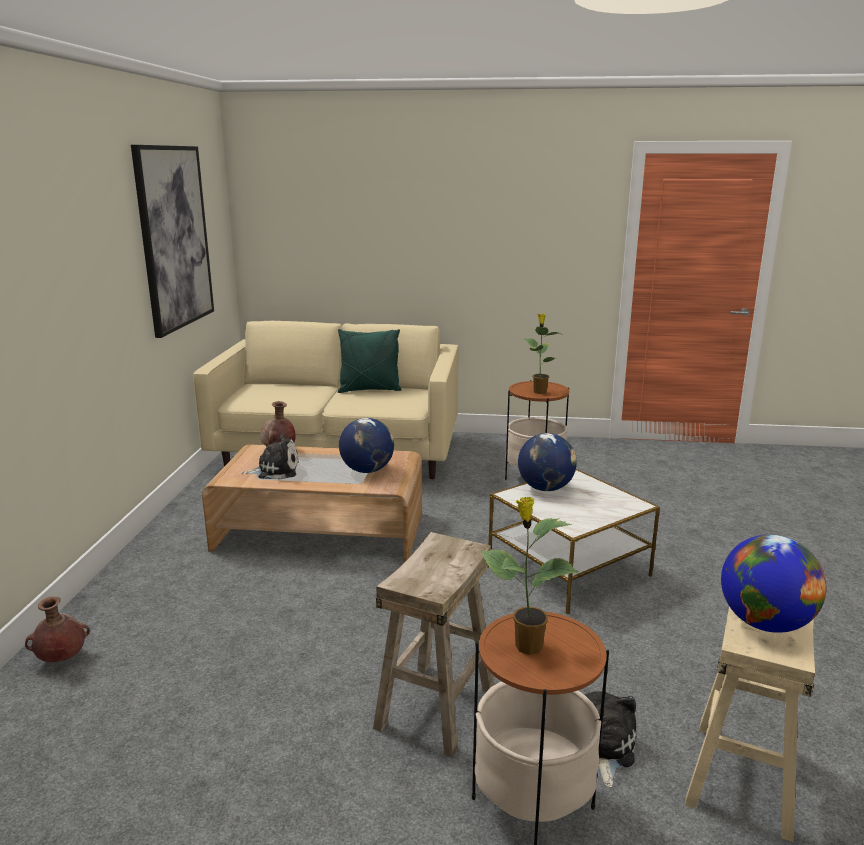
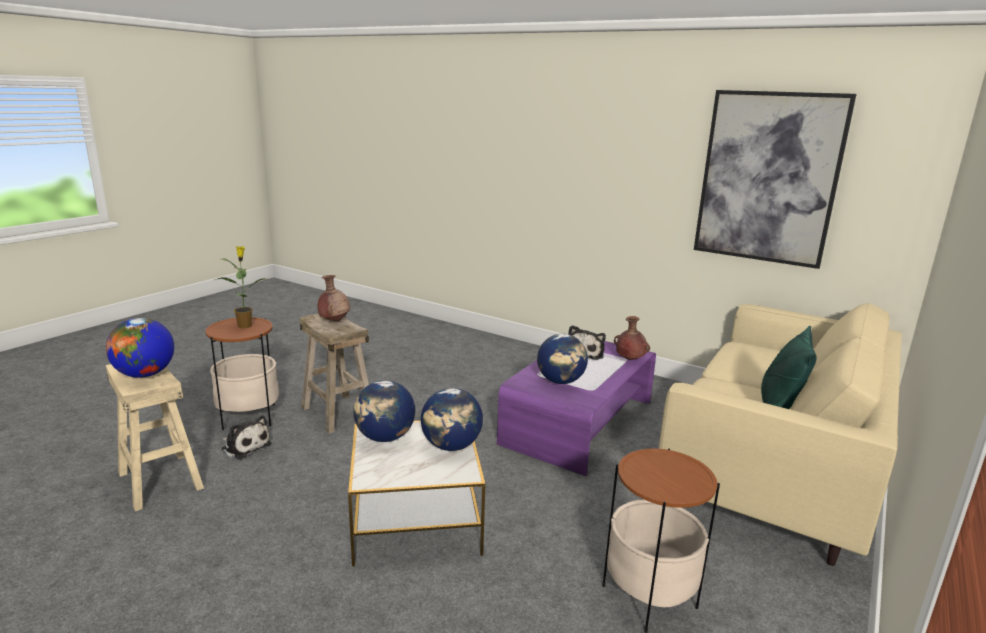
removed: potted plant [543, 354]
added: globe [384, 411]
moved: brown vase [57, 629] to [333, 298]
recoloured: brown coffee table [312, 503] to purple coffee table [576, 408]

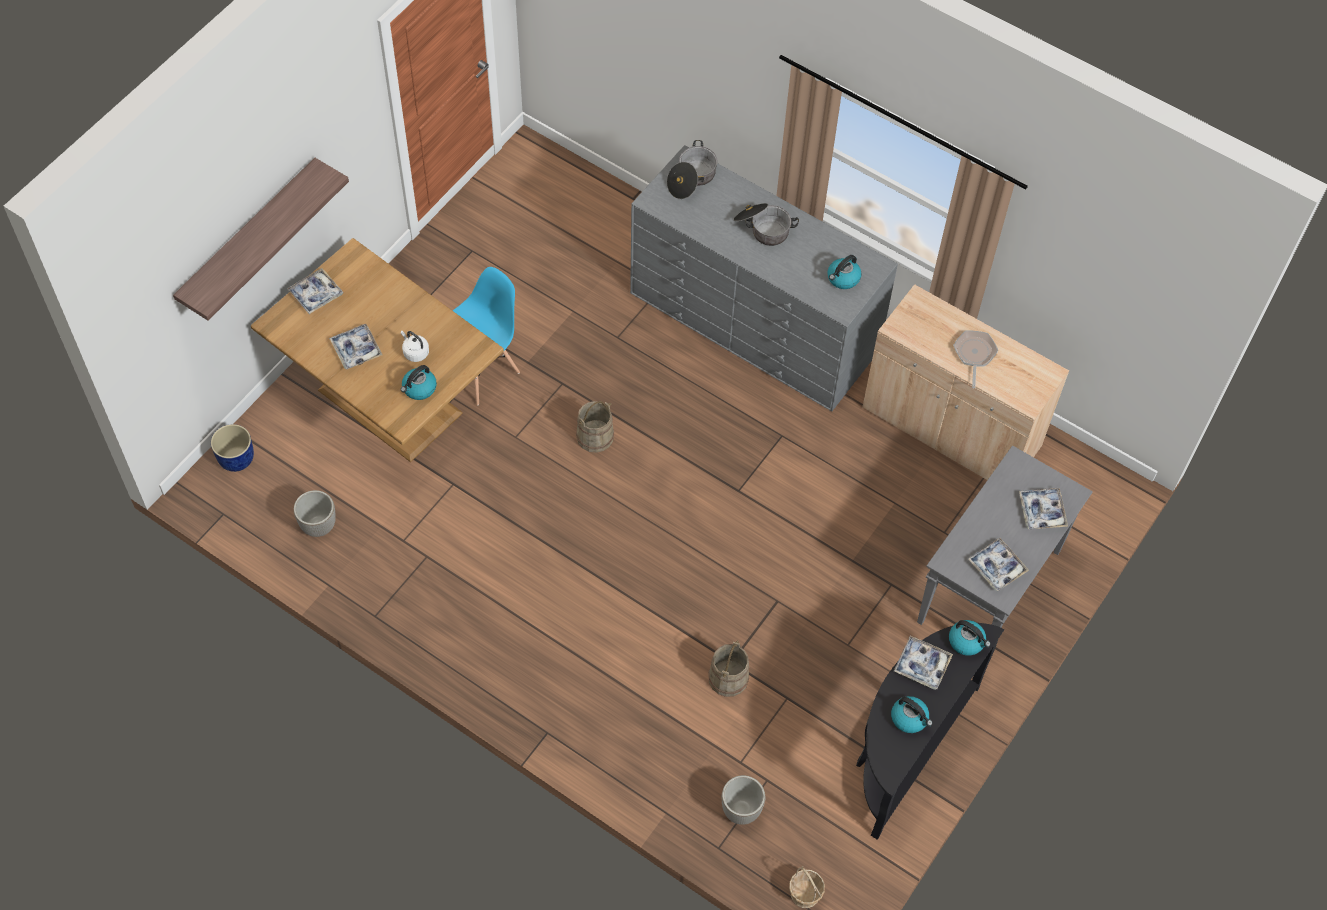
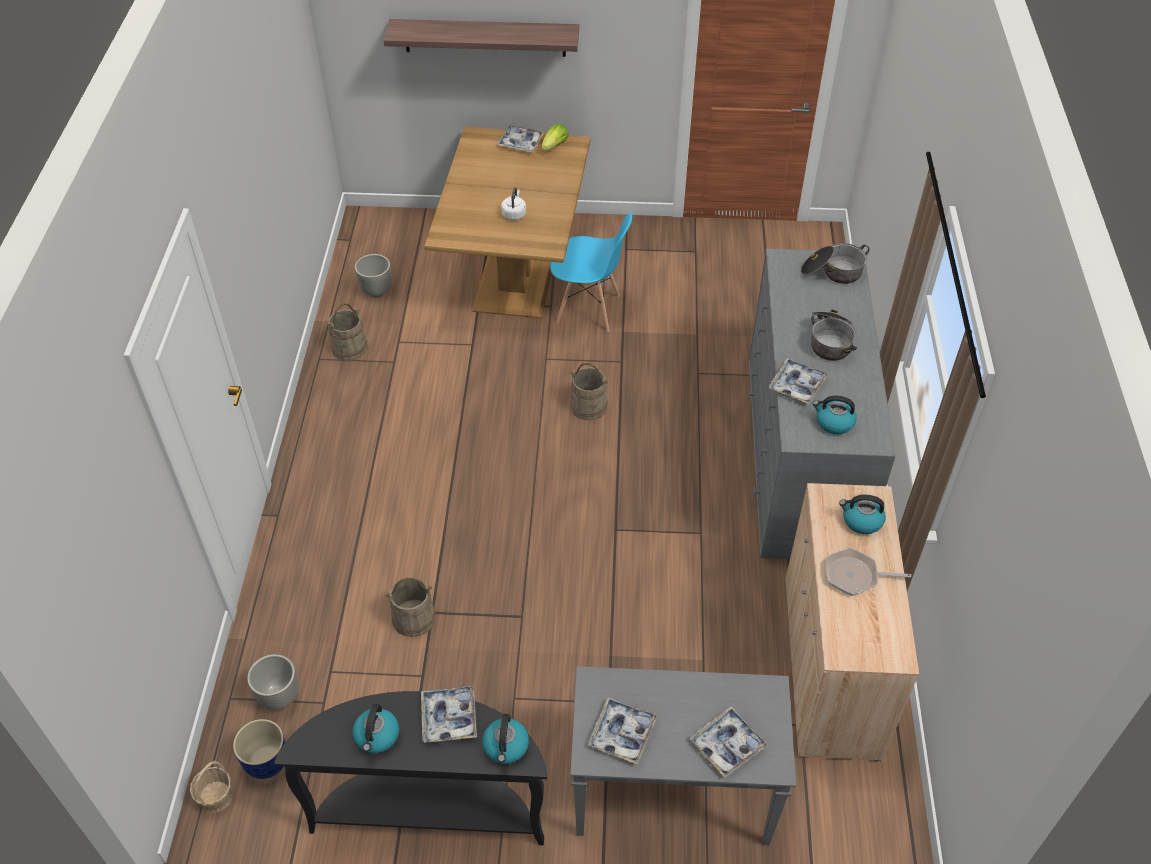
added: lettuce [555, 138]; beige bucket [348, 332]
moved: tray [356, 346] to [798, 381]; kettle [419, 382] to [862, 514]; blue planter [232, 448] to [259, 749]
turned: frying pan [975, 359] = [868, 572] 150 degrees counterclockwise

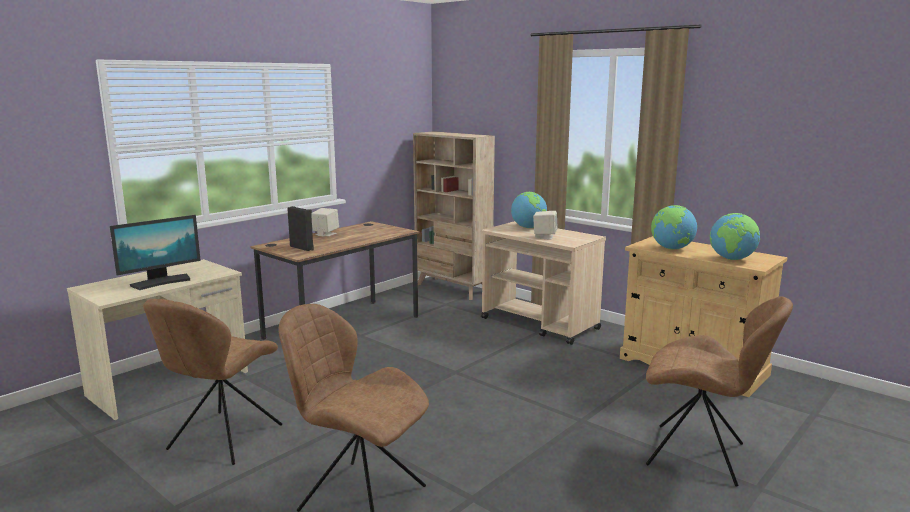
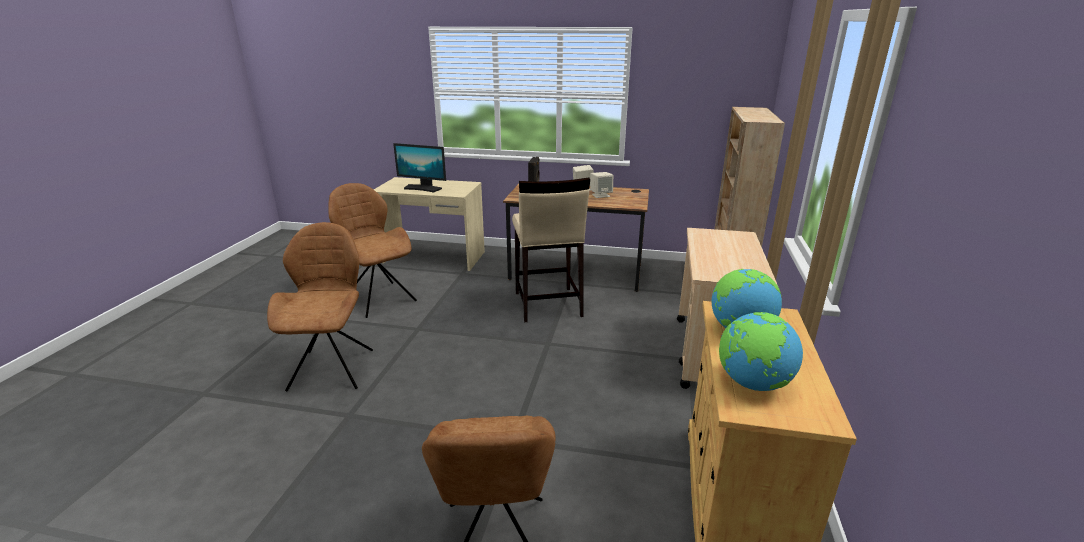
removed: globe [529, 210]
added: beige stool [551, 249]
moved: beige speaker [545, 225] to [601, 185]
turned: brown chair [212, 382] = [372, 250] 60 degrees clockwise

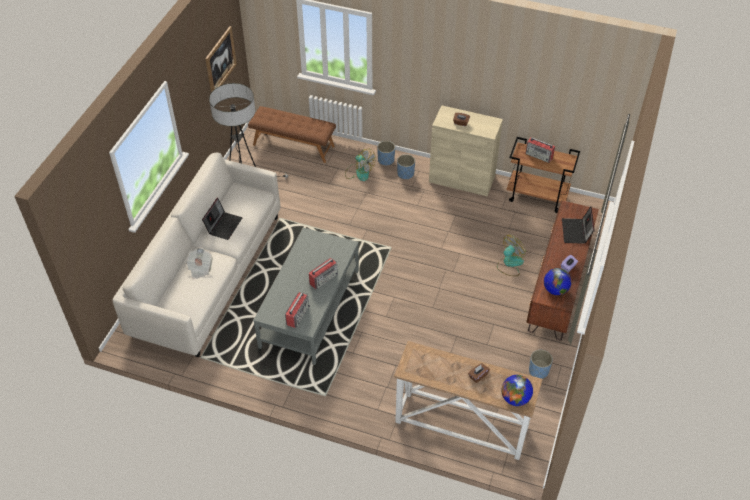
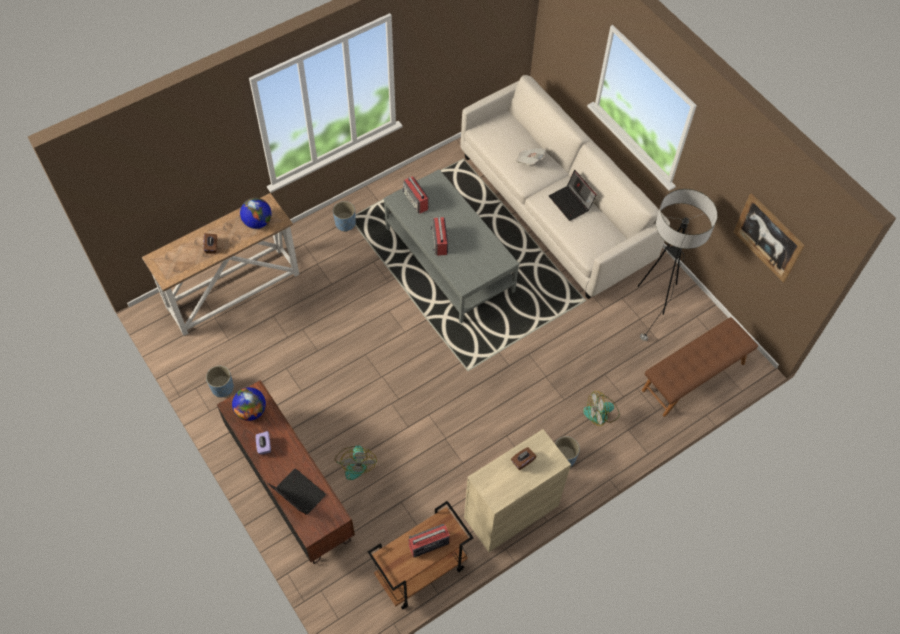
moved: blue planter [386, 153] to [344, 216]; globe [517, 390] to [256, 213]

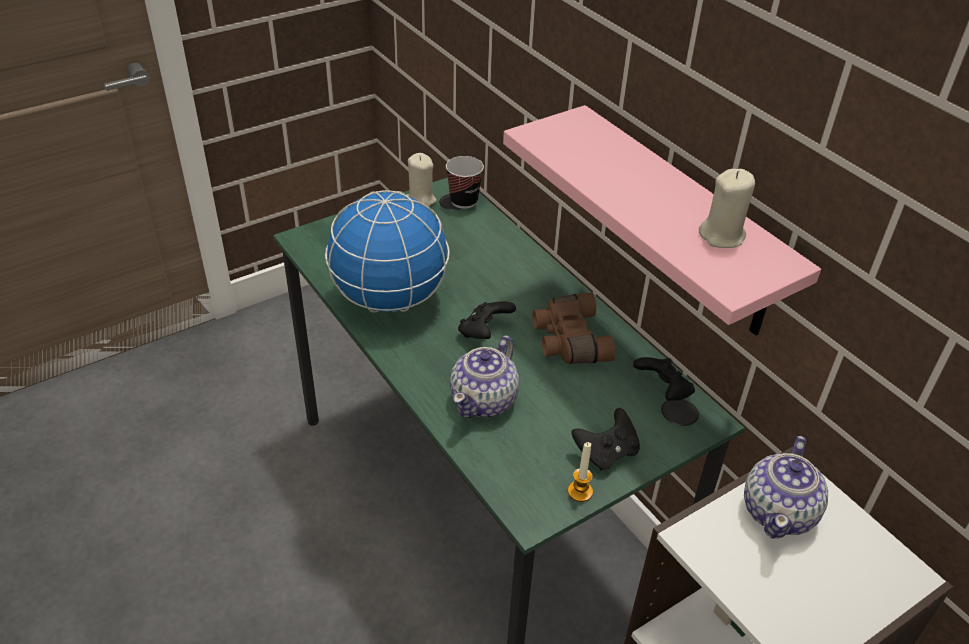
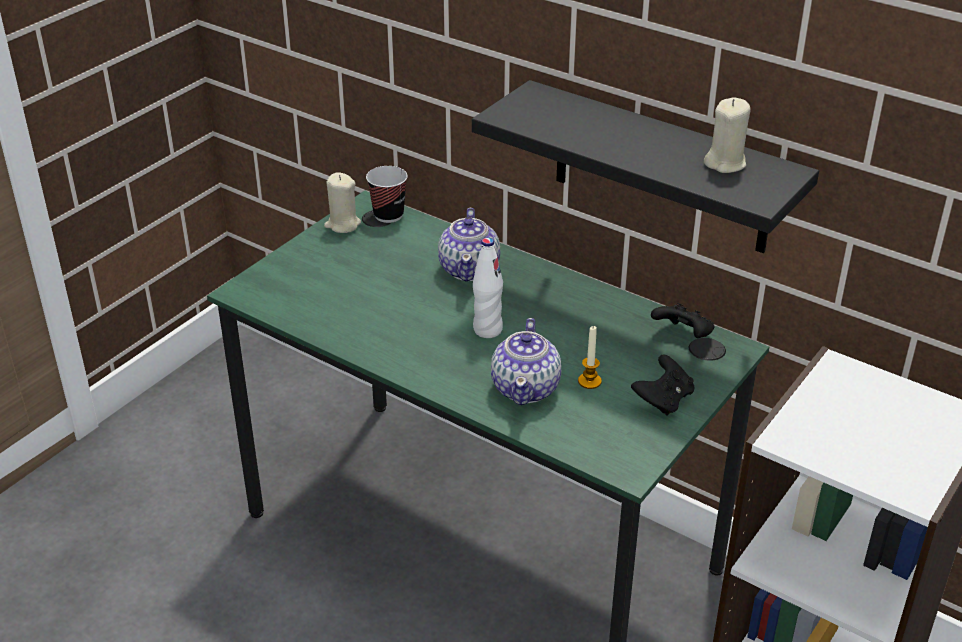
removed: globe [387, 251]; brown binoculars [574, 328]
moved: teapot [786, 487] to [469, 245]; candle [580, 472] to [590, 357]
replaced: black game controller [487, 320] to white bottle [488, 287]
recoloured: pink shelf [662, 220] to black shelf [645, 166]

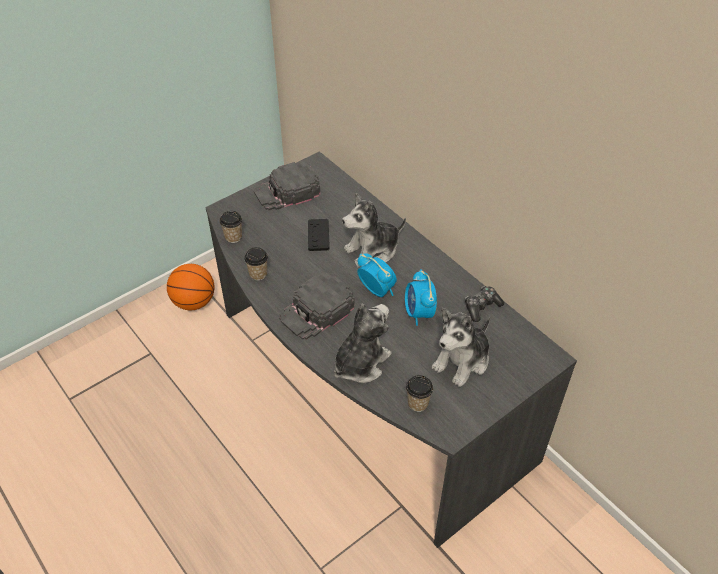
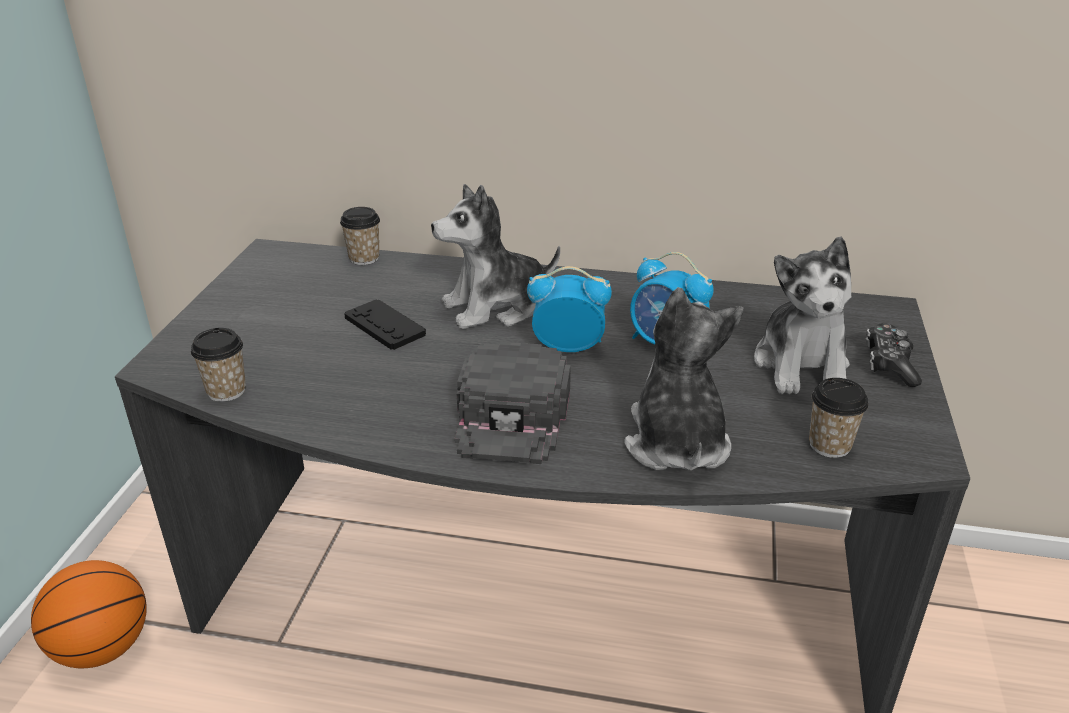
removed: black cap [287, 185]
moved: cup [256, 264] to [360, 236]; game controller [484, 304] to [894, 355]
turned: plush toy [374, 230] = [495, 256] 45 degrees clockwise

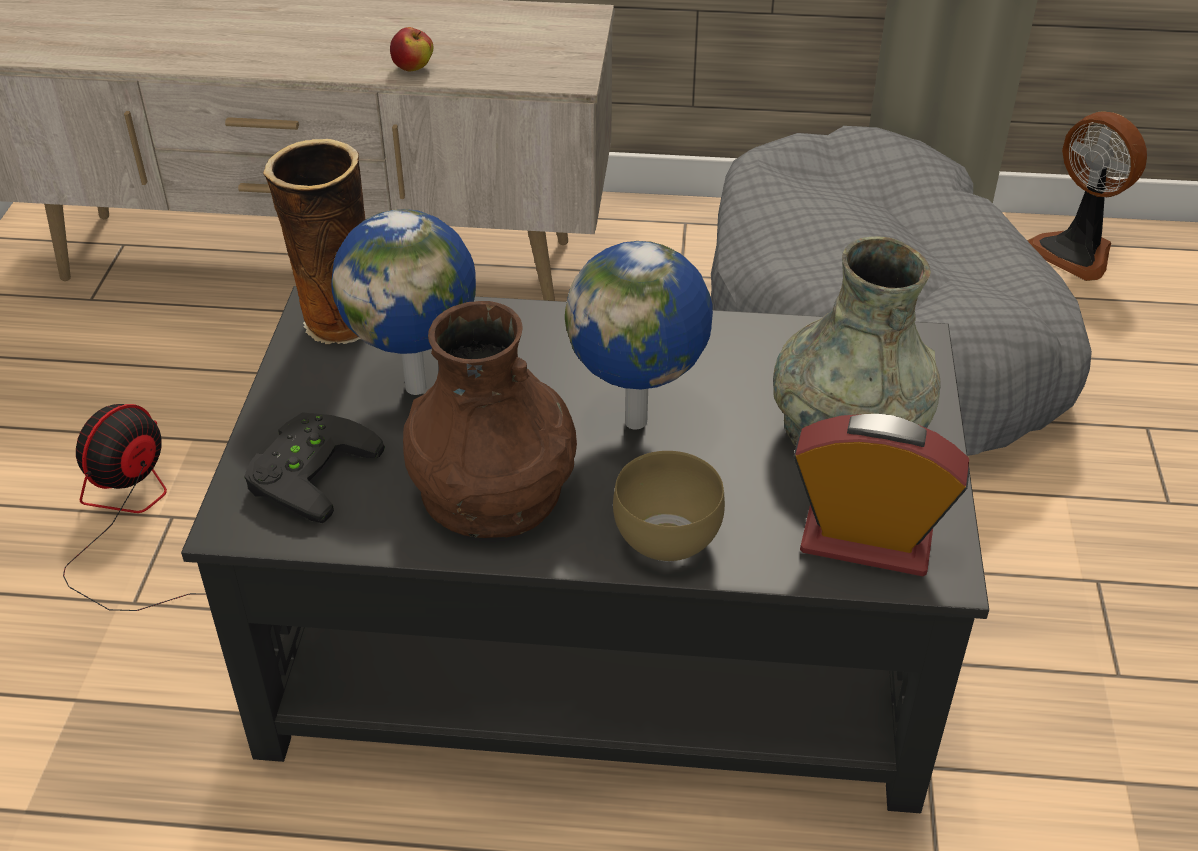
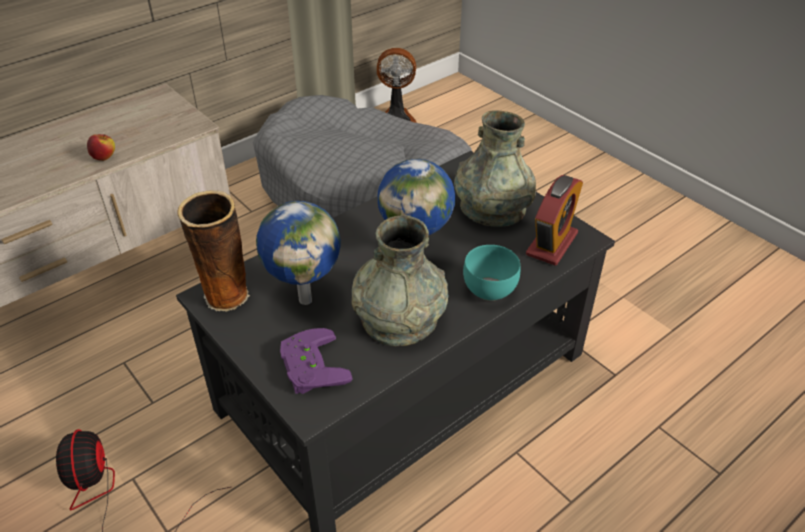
recoloured: brown vase [490, 419] to grey vase [399, 280]; black game controller [314, 467] to purple game controller [316, 361]; brown bowl [669, 506] to turquoise bowl [491, 273]
turned: alarm clock [881, 495] = [554, 220] 150 degrees clockwise

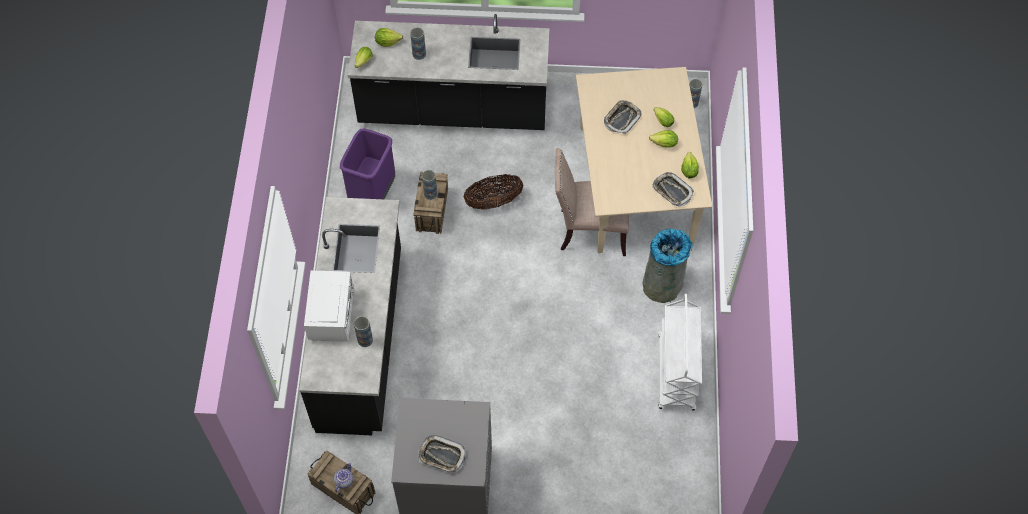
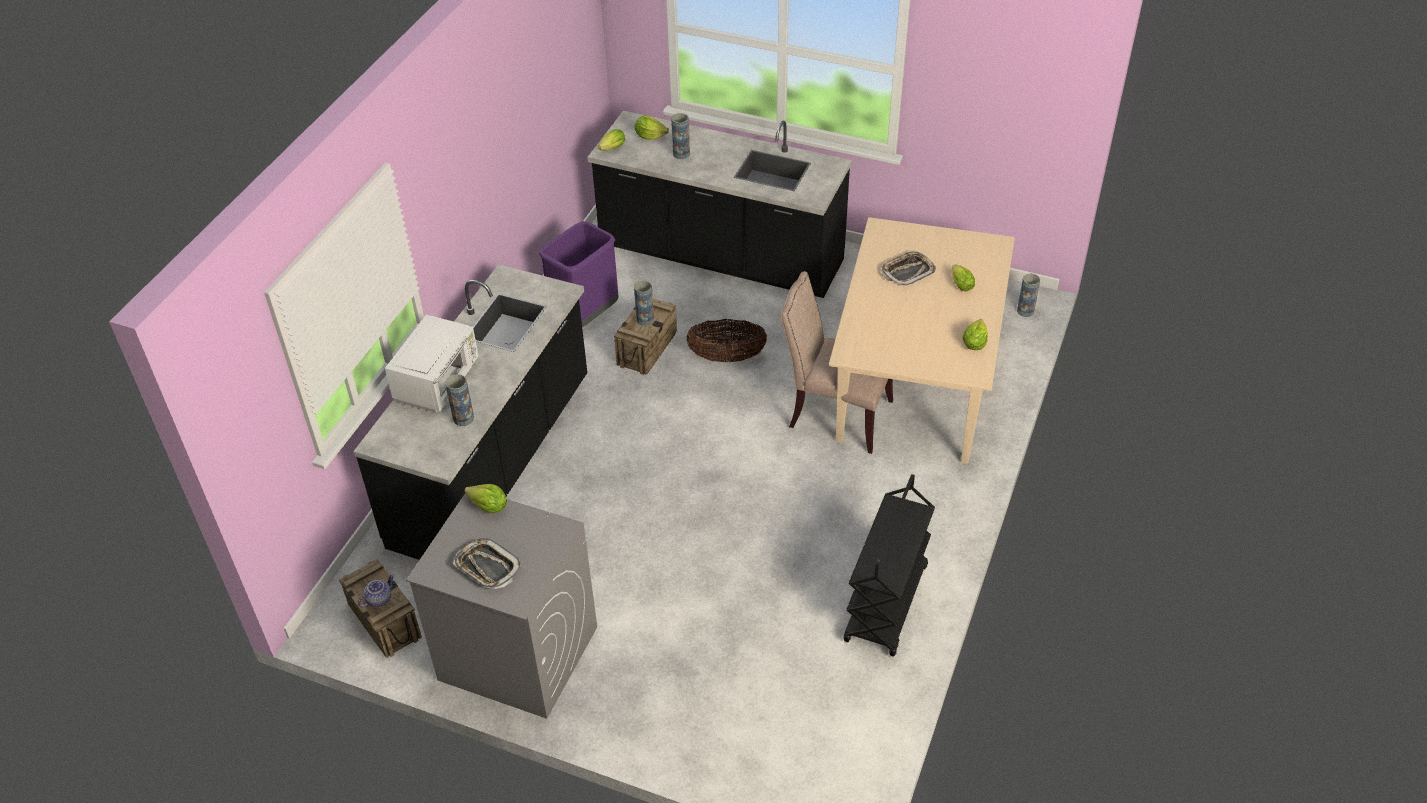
removed: tray [673, 189]; grey trash can [668, 265]
moved: lettuce [663, 139] to [485, 498]
recoloured: white cart [680, 352] to black cart [889, 565]

